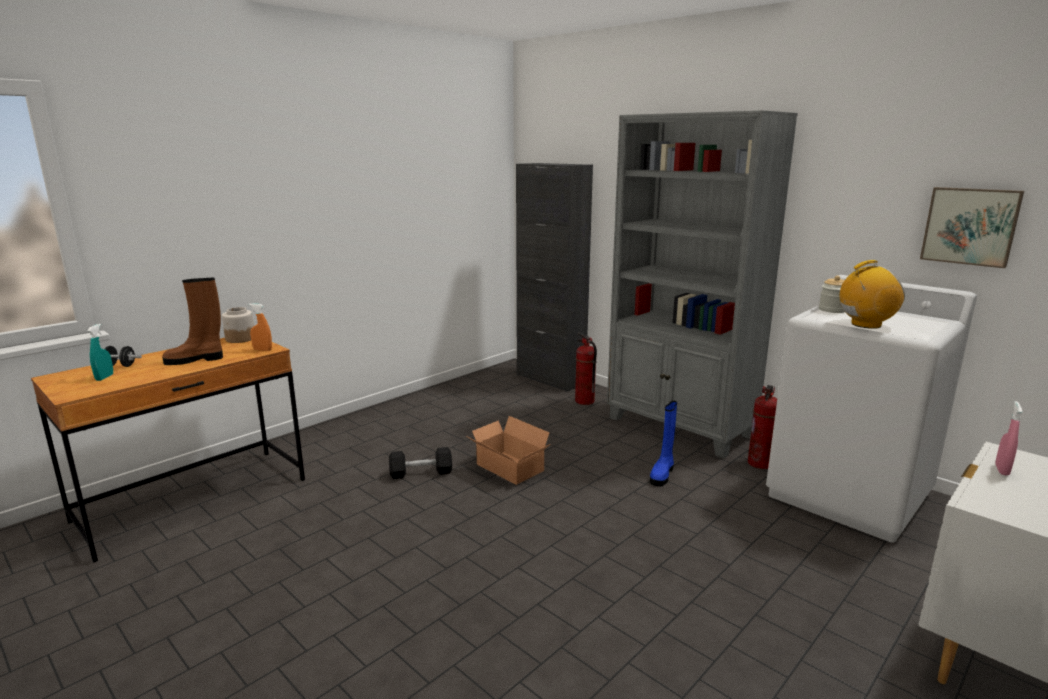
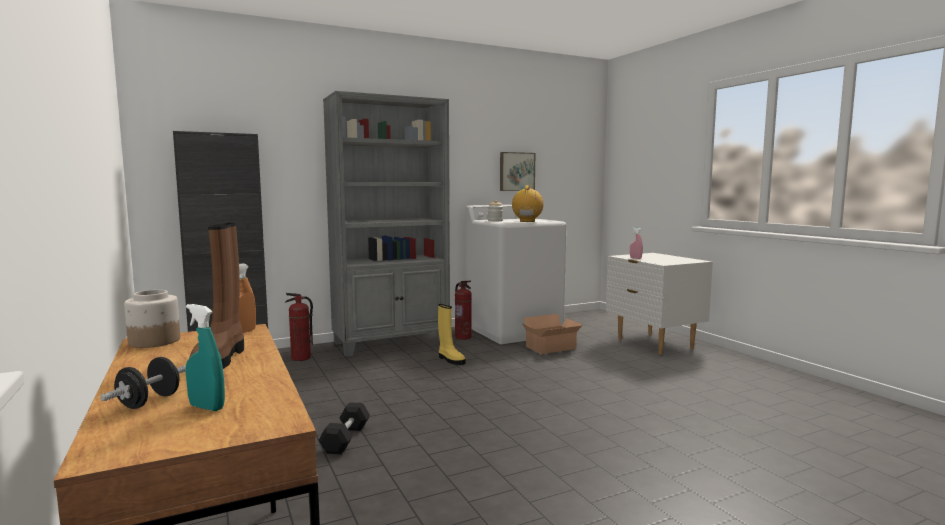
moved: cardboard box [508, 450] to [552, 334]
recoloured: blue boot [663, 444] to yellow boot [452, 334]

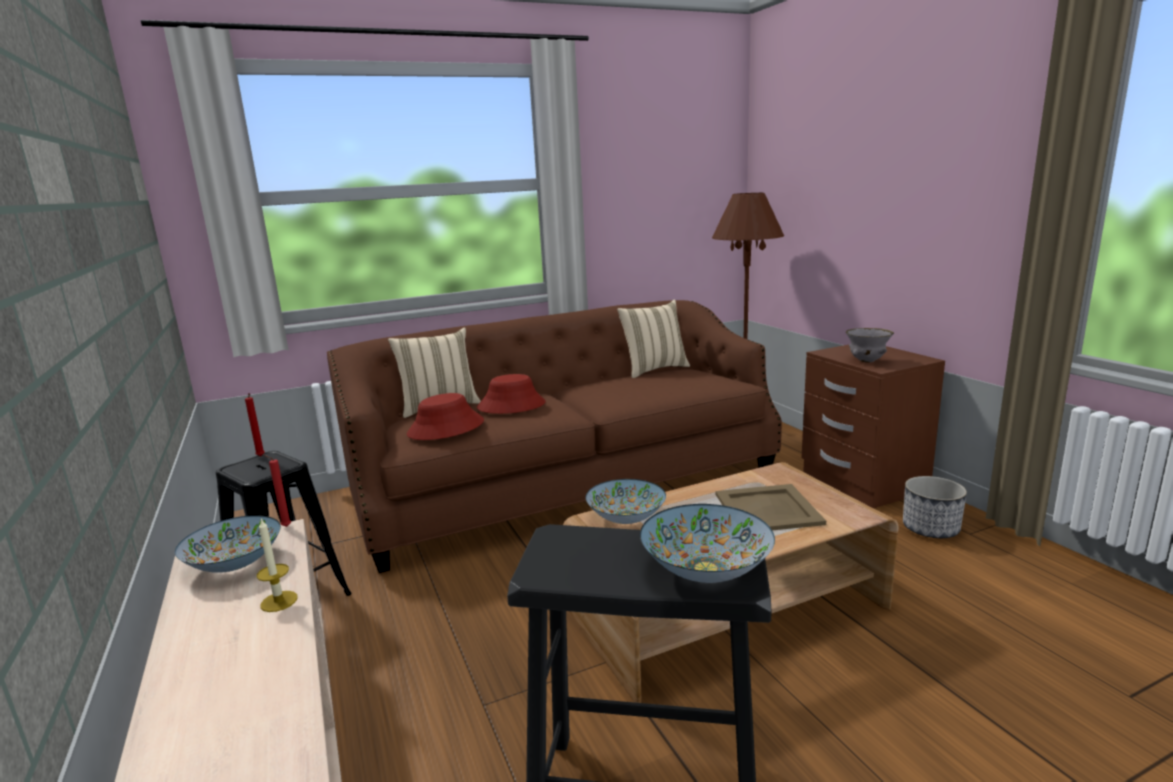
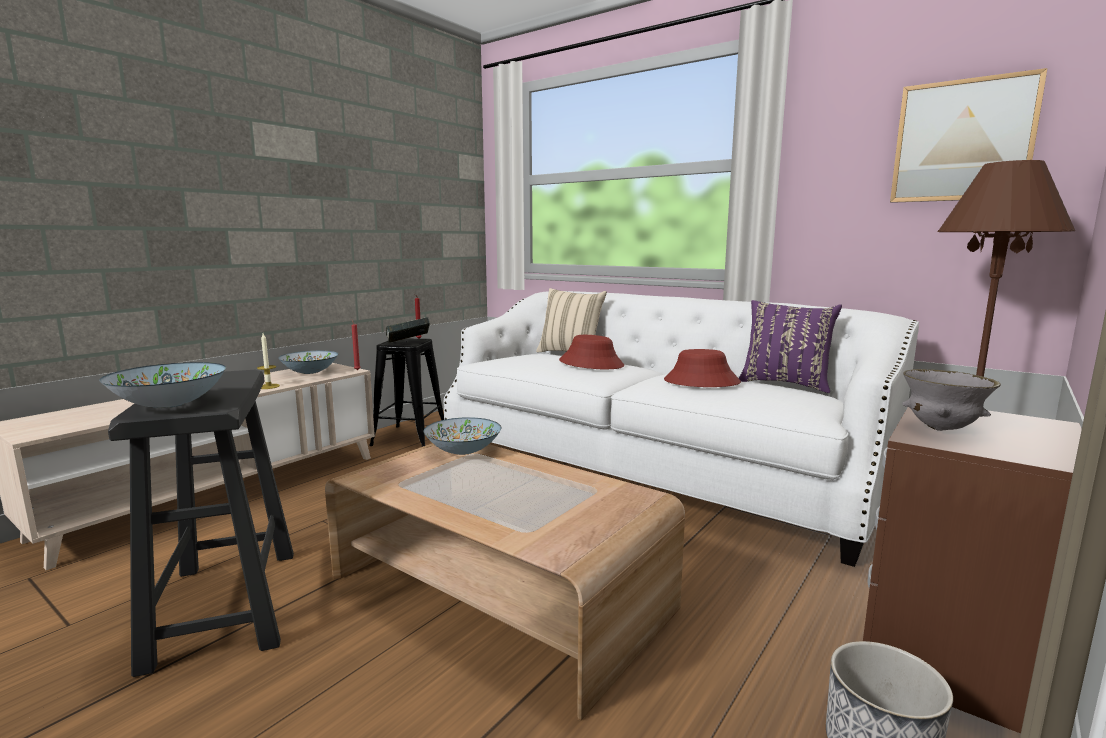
removed: beige tray [771, 507]
added: picture [968, 135]; book [408, 330]
moved: red hat [445, 416] to [702, 368]
recoloured: beige pillow [653, 338] to purple pillow [790, 346]; brown sofa [554, 436] to white sofa [681, 429]

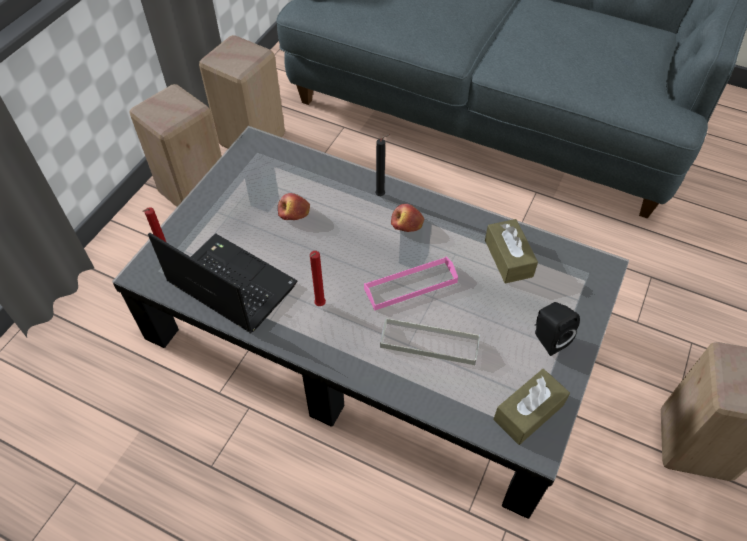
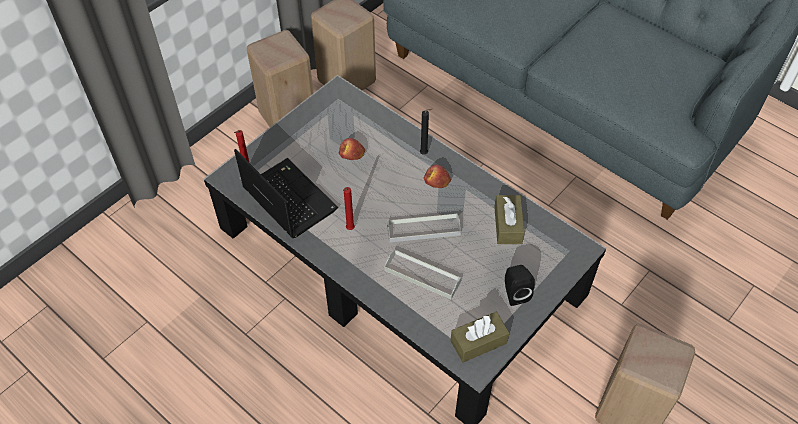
recoloured: pink tray [411, 284] to grey tray [424, 228]

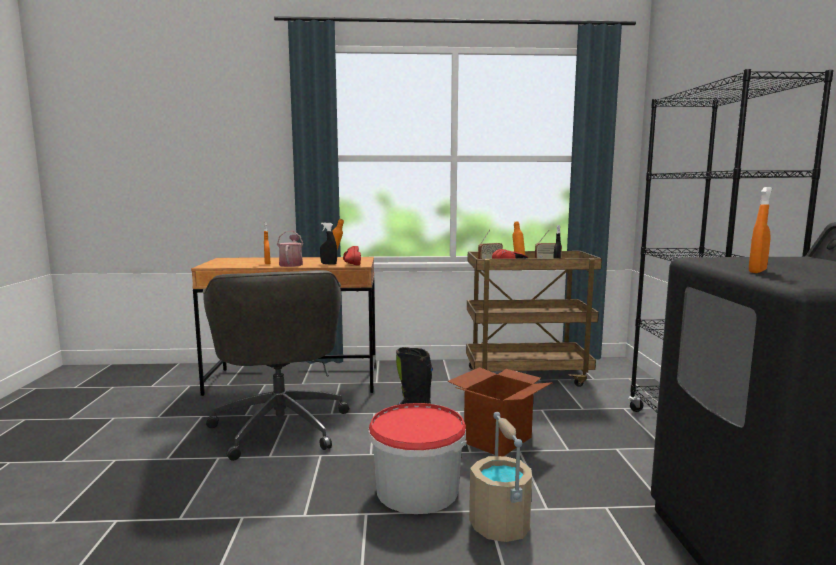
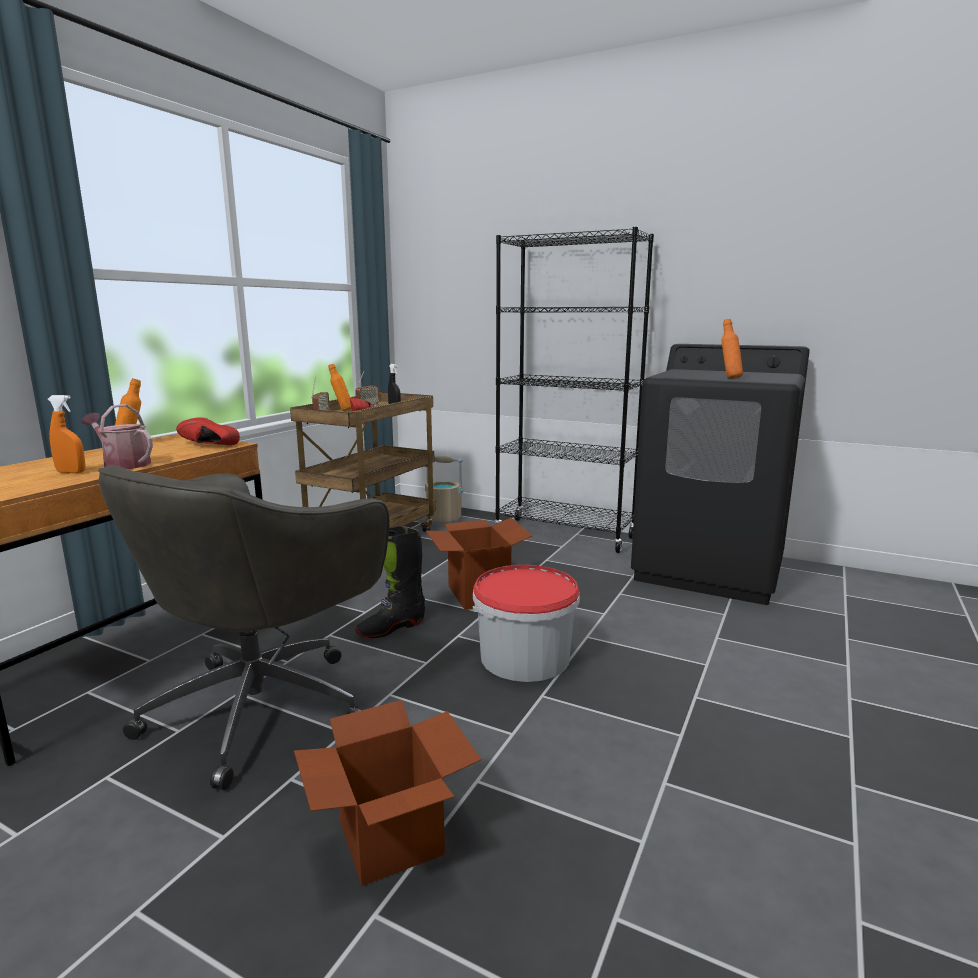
removed: black spray bottle [328, 244]
added: cardboard box [387, 793]
moved: beige bucket [500, 477] to [444, 489]
replaced: orange spray bottle [760, 230] to orange bottle [732, 349]
turned: grey office chair [276, 365] = [243, 627] 105 degrees clockwise

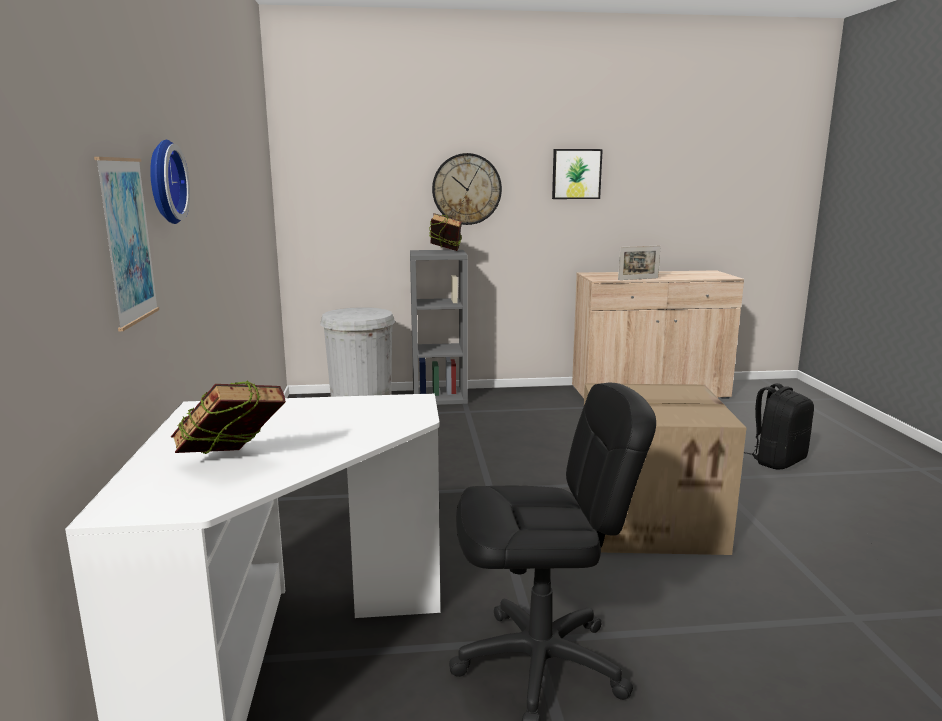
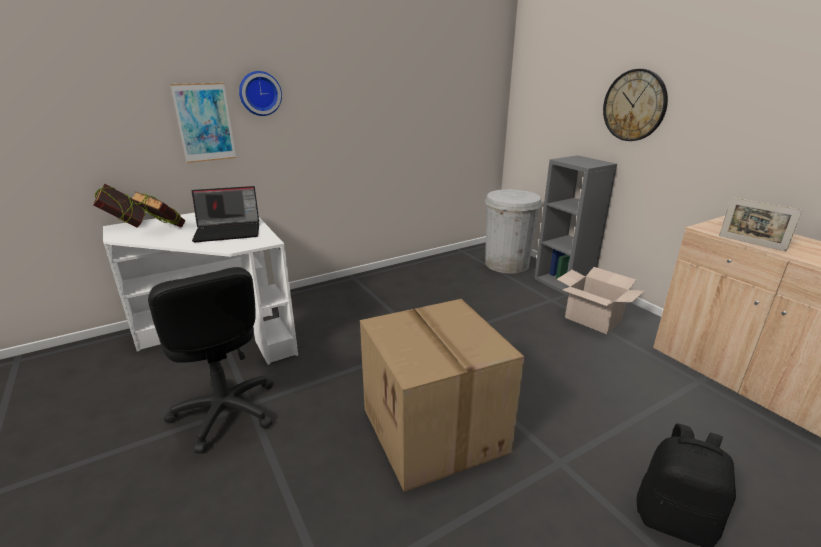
removed: picture [577, 174]
added: laptop [225, 214]; cardboard box [601, 300]
moved: book [445, 232] to [119, 205]

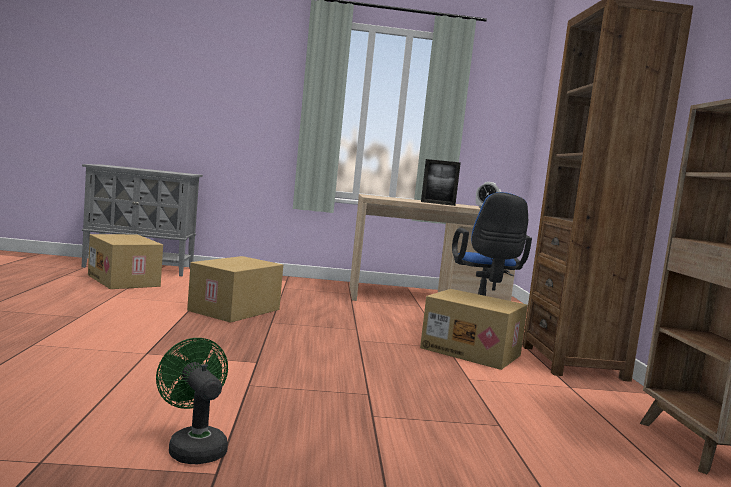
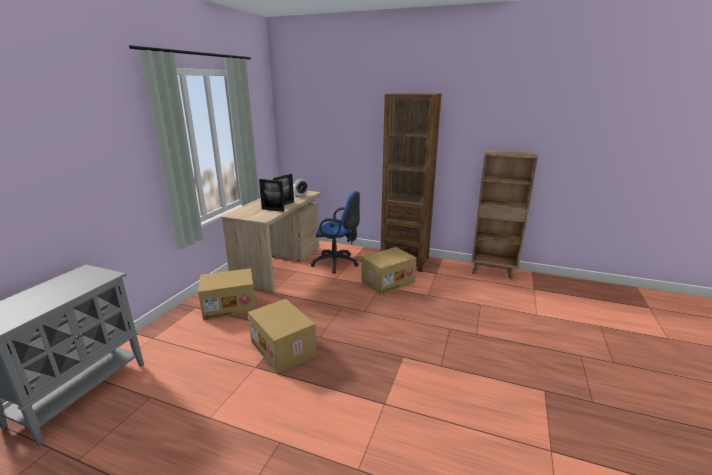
removed: green fan [192, 401]
added: picture frame [271, 195]
moved: cardboard box [125, 261] to [227, 294]

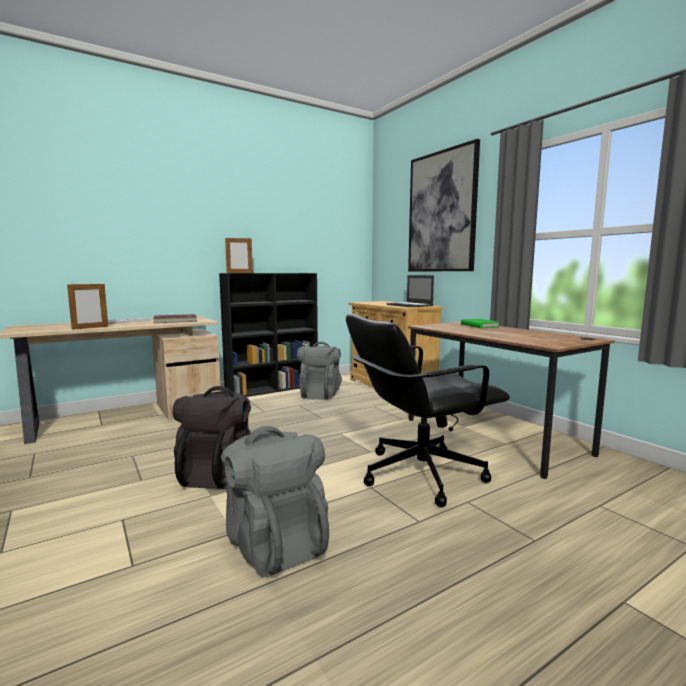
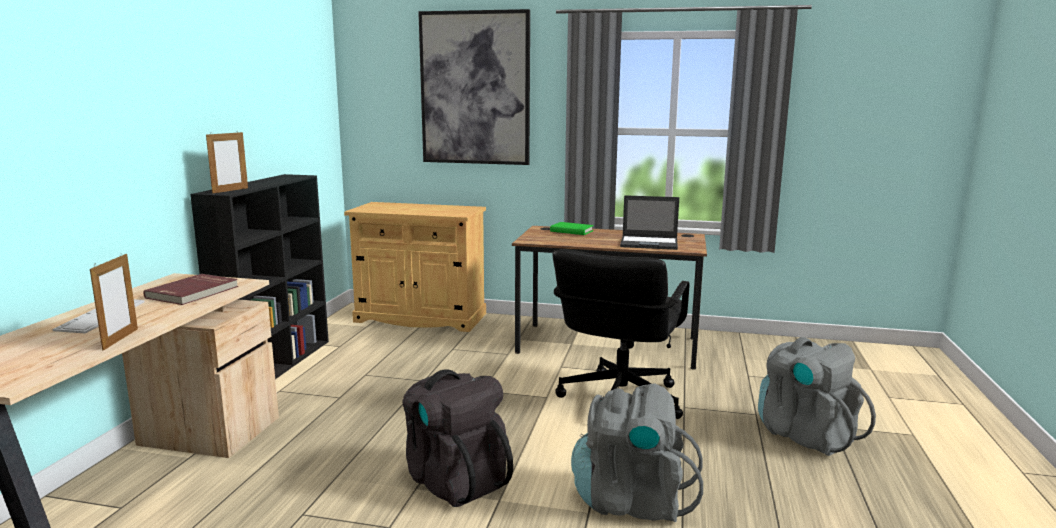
moved: laptop [410, 291] to [649, 222]; grey backpack [319, 371] to [817, 396]

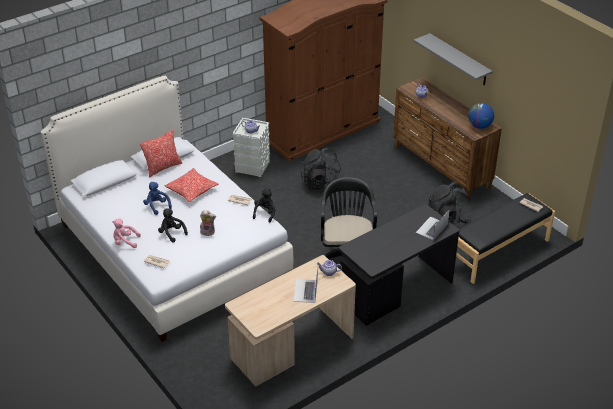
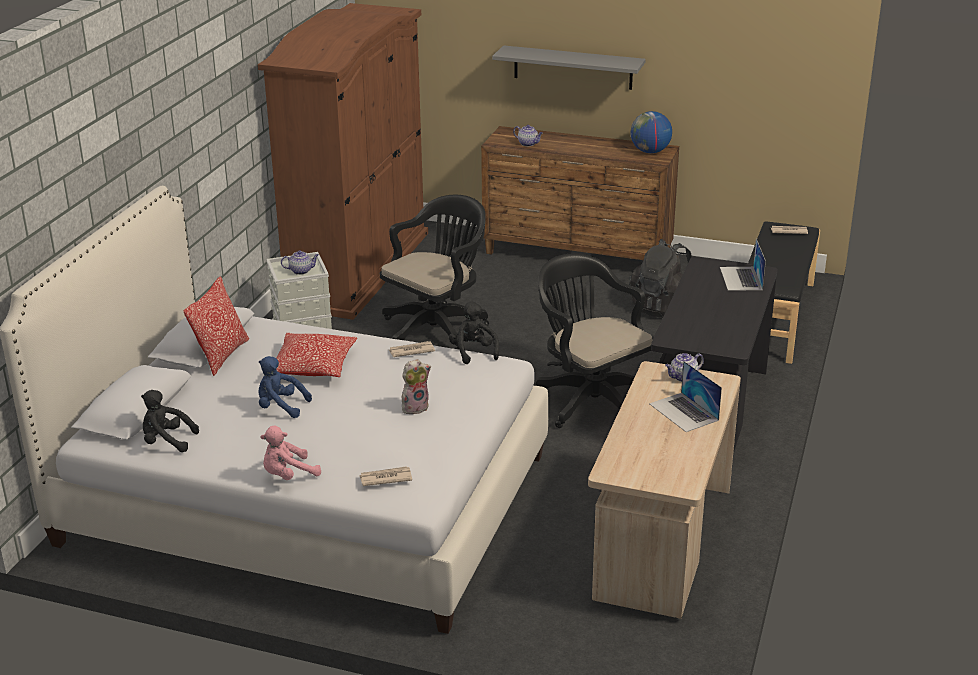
moved: black plush toy [173, 225] to [170, 421]
replaced: black backpack [321, 168] to black office chair [434, 272]

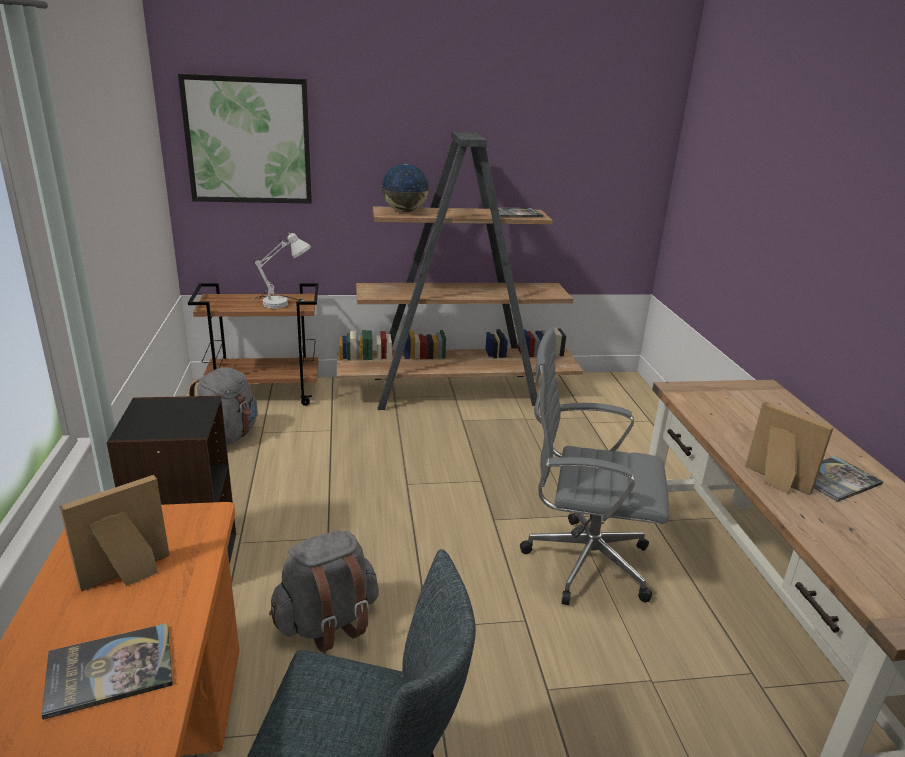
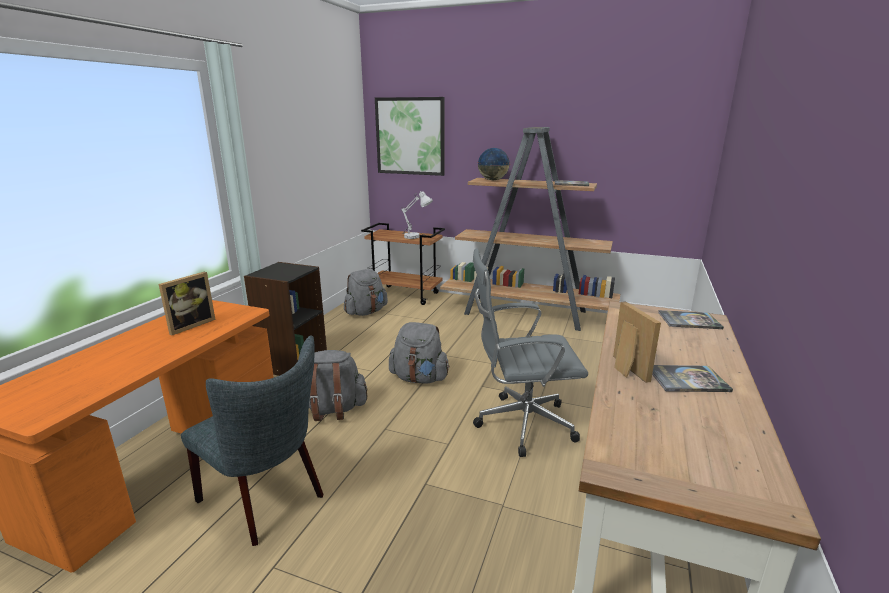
added: grey backpack [419, 353]
moved: book [107, 671] to [691, 319]
turned: grey office chair [594, 466] = [530, 352] 45 degrees counterclockwise; picture frame [114, 533] = [187, 303] 135 degrees clockwise

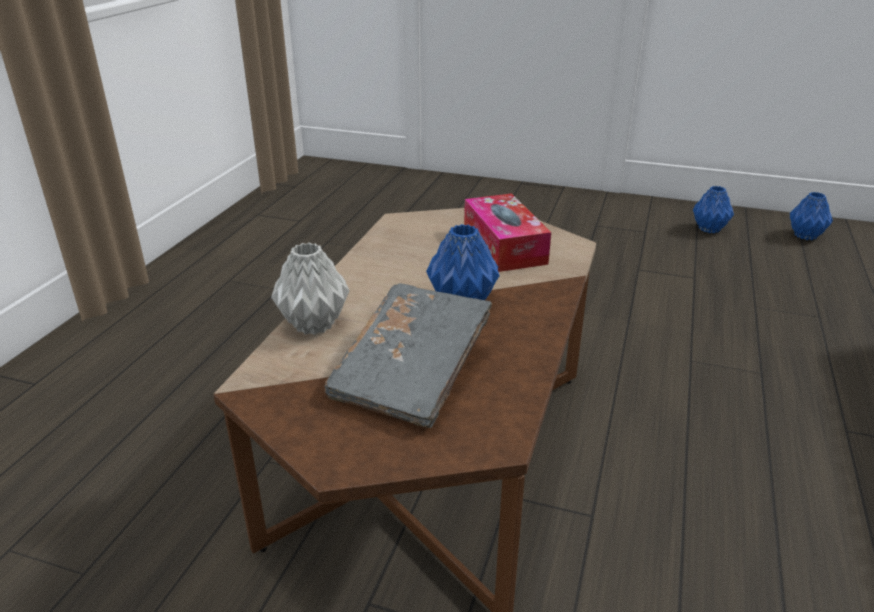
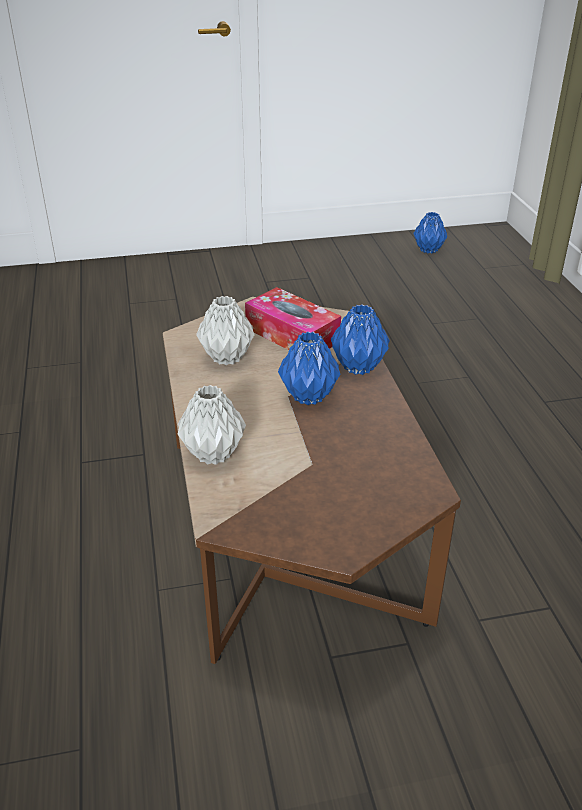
removed: grey book [408, 355]
added: grey vase [225, 330]
moved: blue vase [713, 209] to [360, 339]

